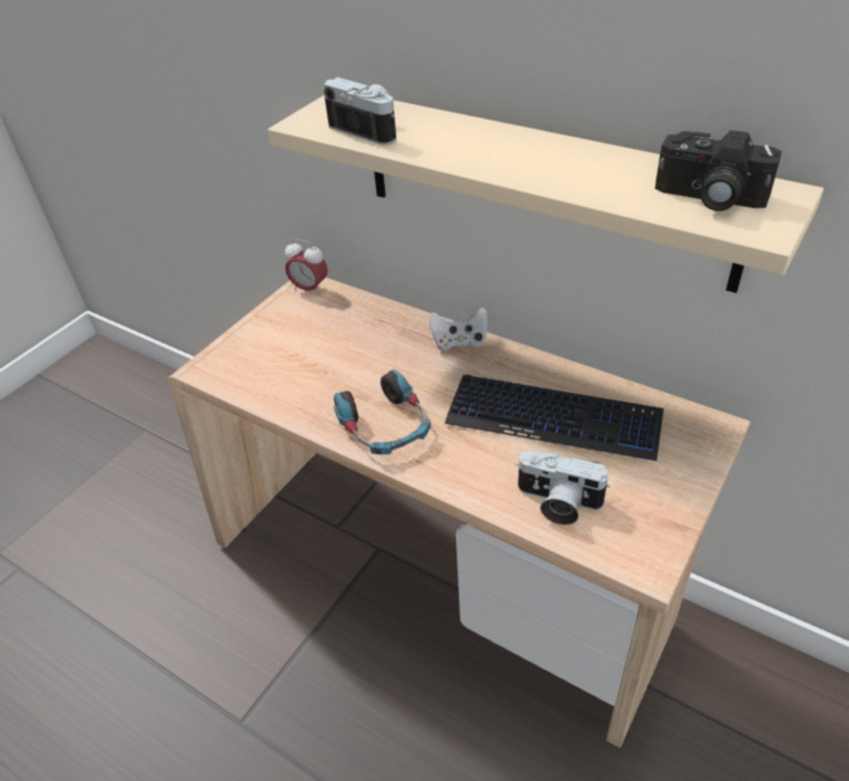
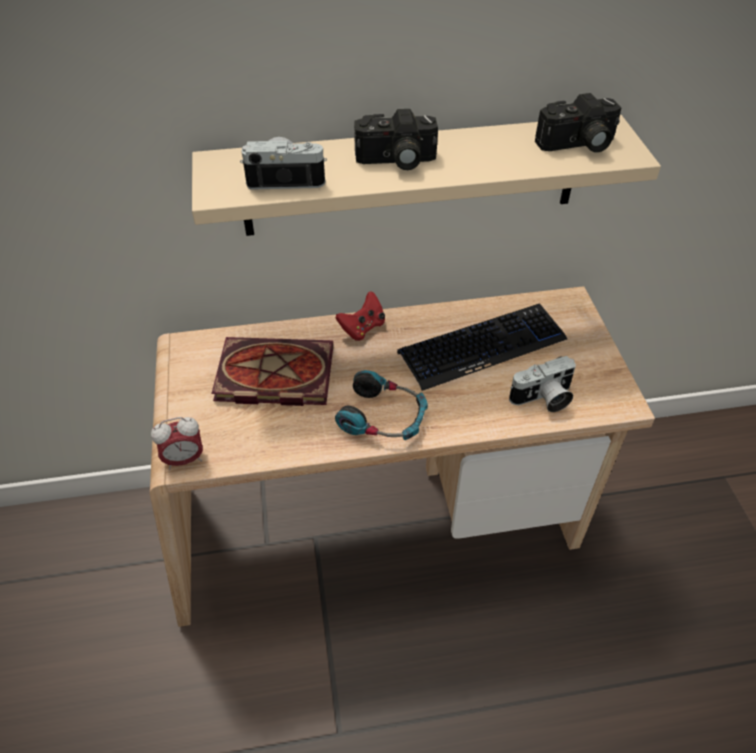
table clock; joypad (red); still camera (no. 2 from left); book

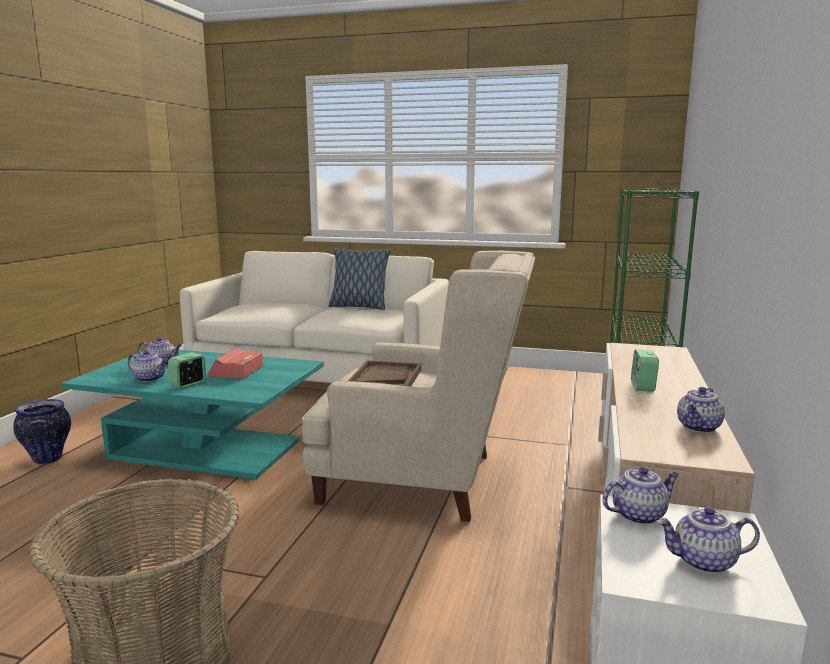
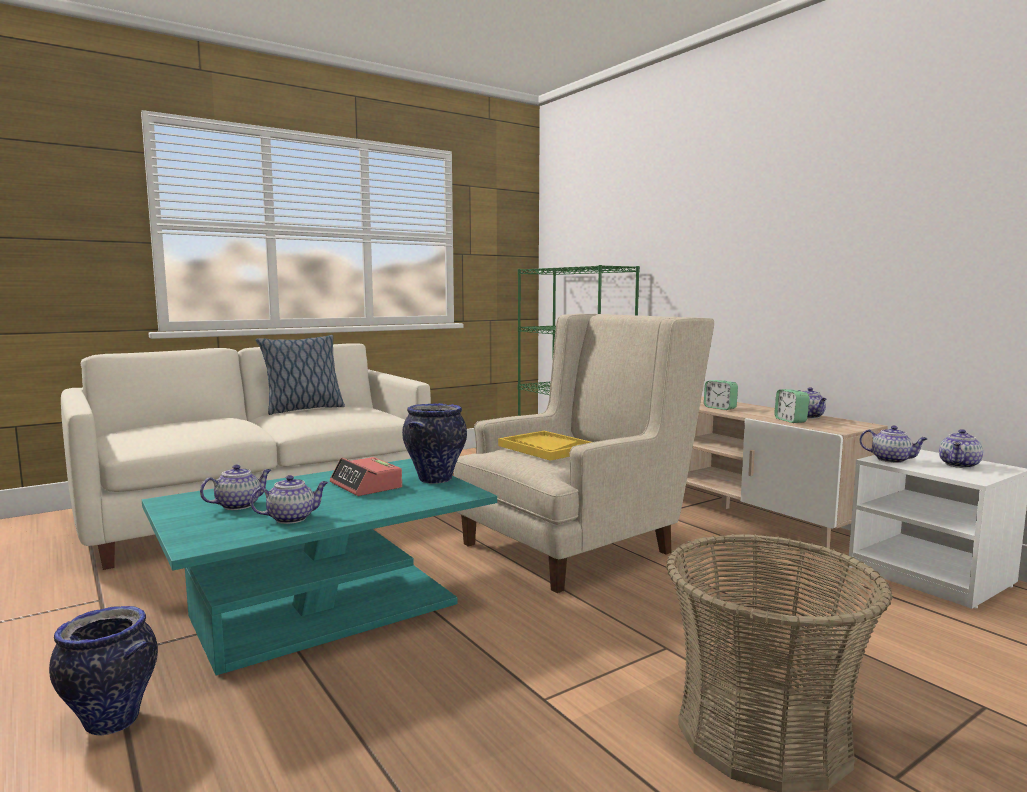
table clock (no. 3 from left); tray (yellow-coloured); tea pot (no. 4 from left); vase (no. 2 from left)

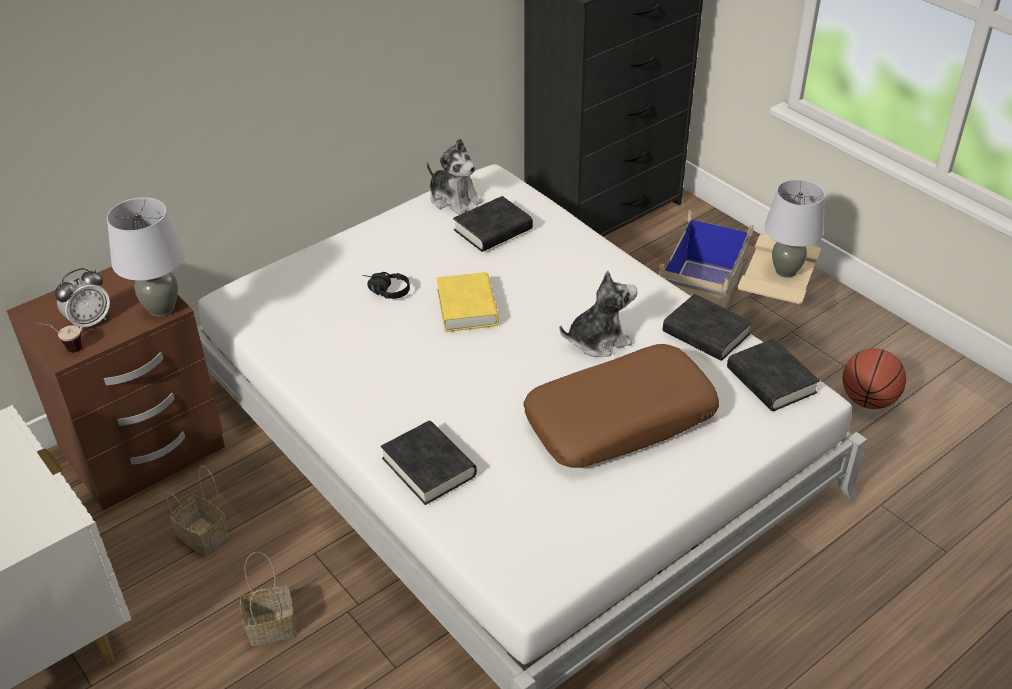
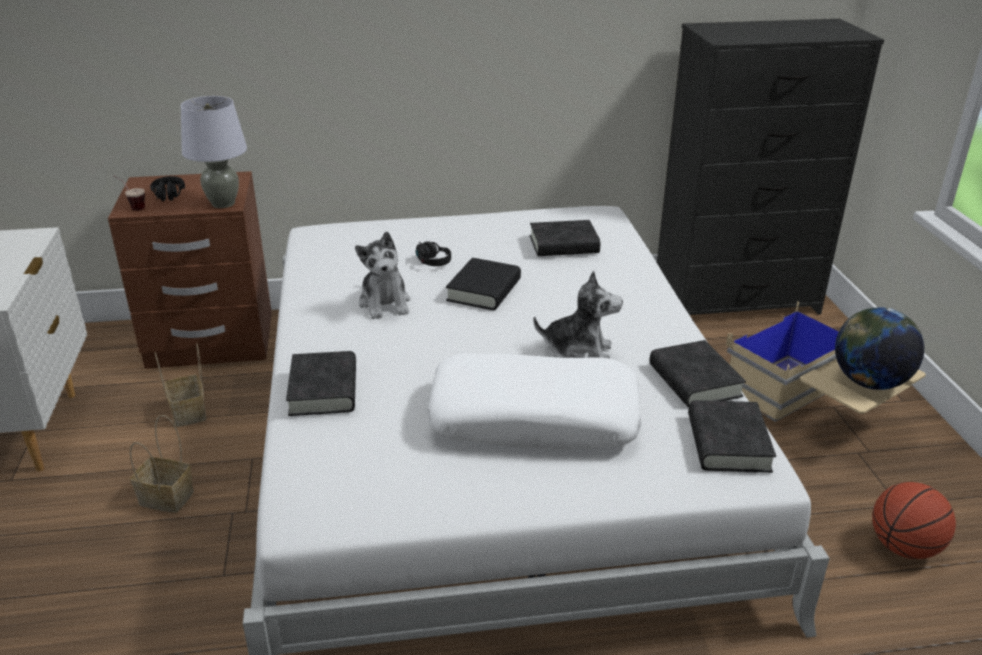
plush toy (no. 1 from left); desk globe; pair of headphones (black-coloured) (no. 1 from left); book (black-coloured) (no. 2 from left); pillow (whitish)

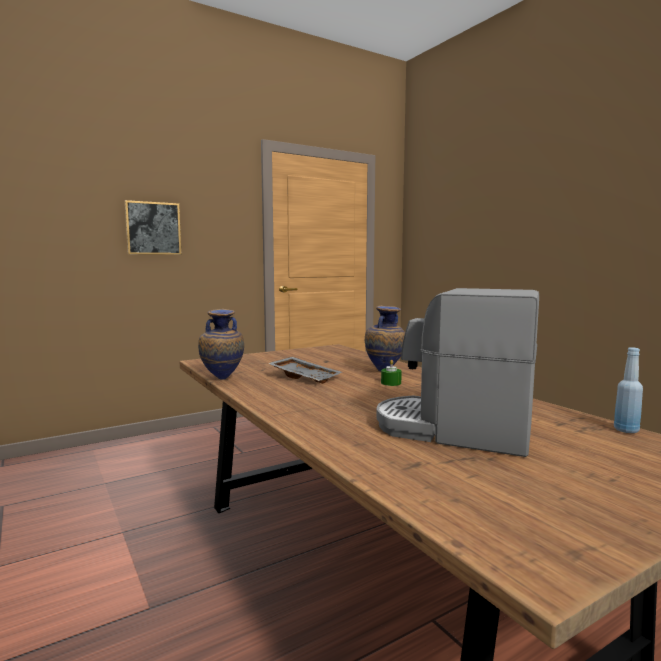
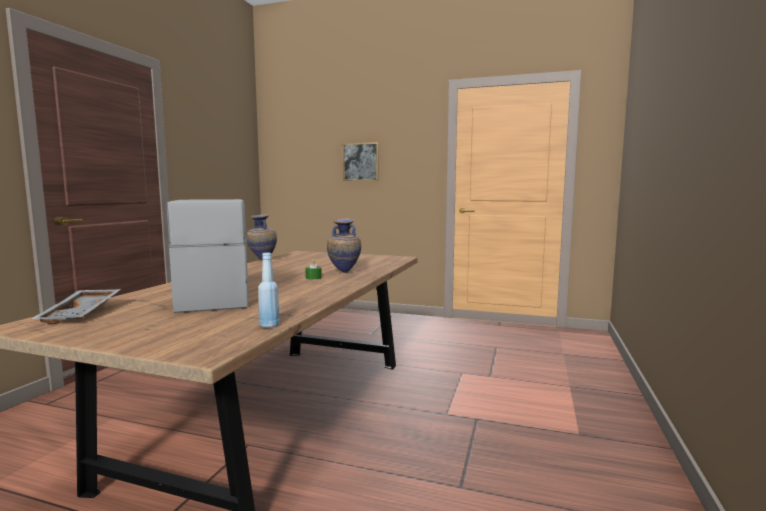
tray (greyish)

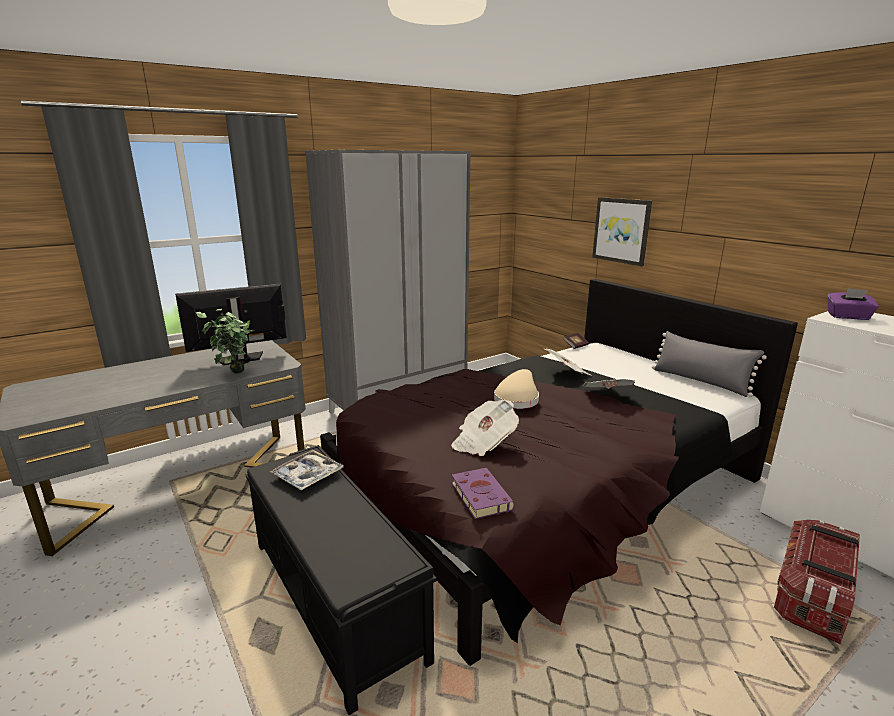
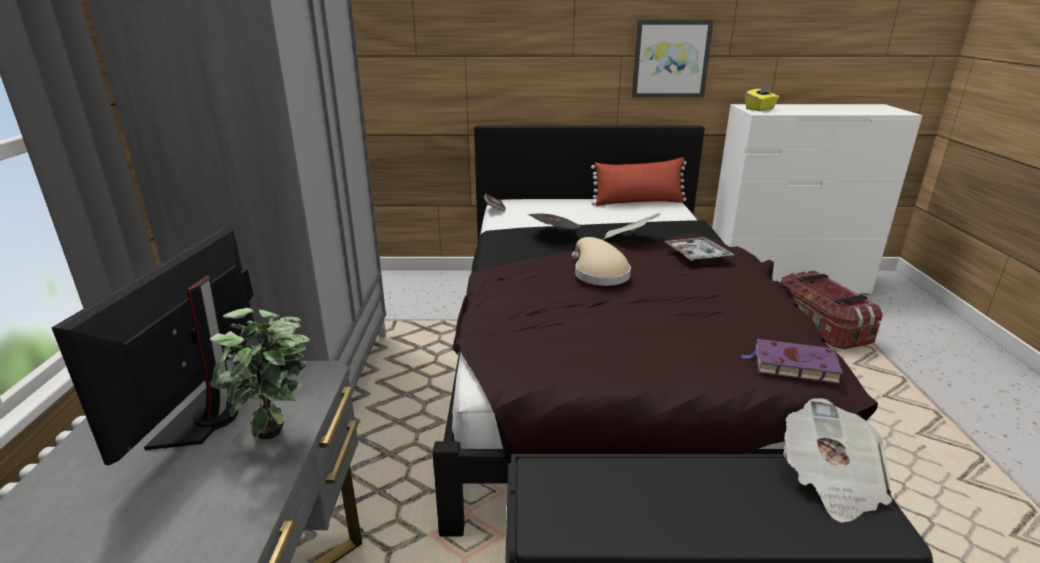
wall art; tissue box (yellow-coloured); pillow (red); newspaper (no. 3 from left); tray

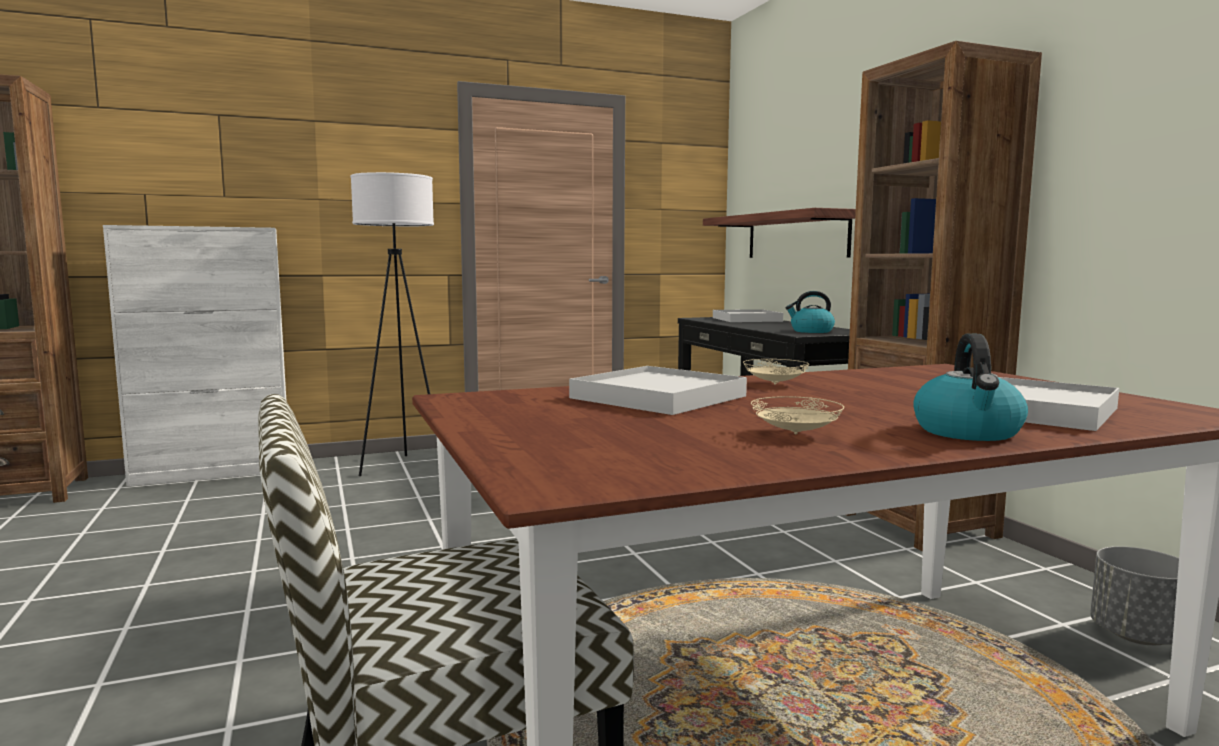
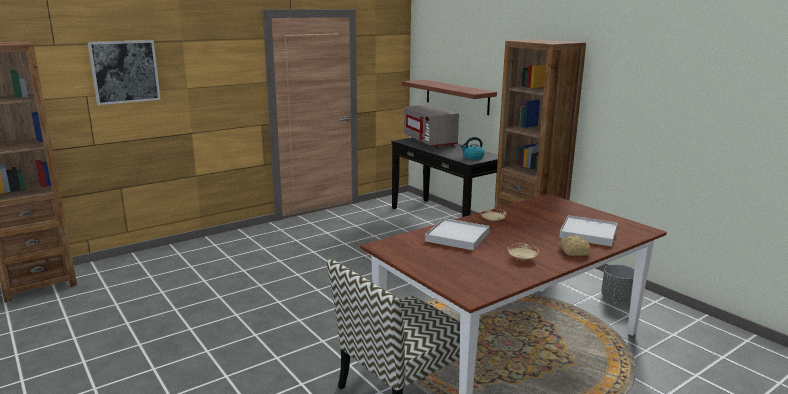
standing lamp (whitish); cupboard (whitish); microwave oven (greyish); baked bread; wall art

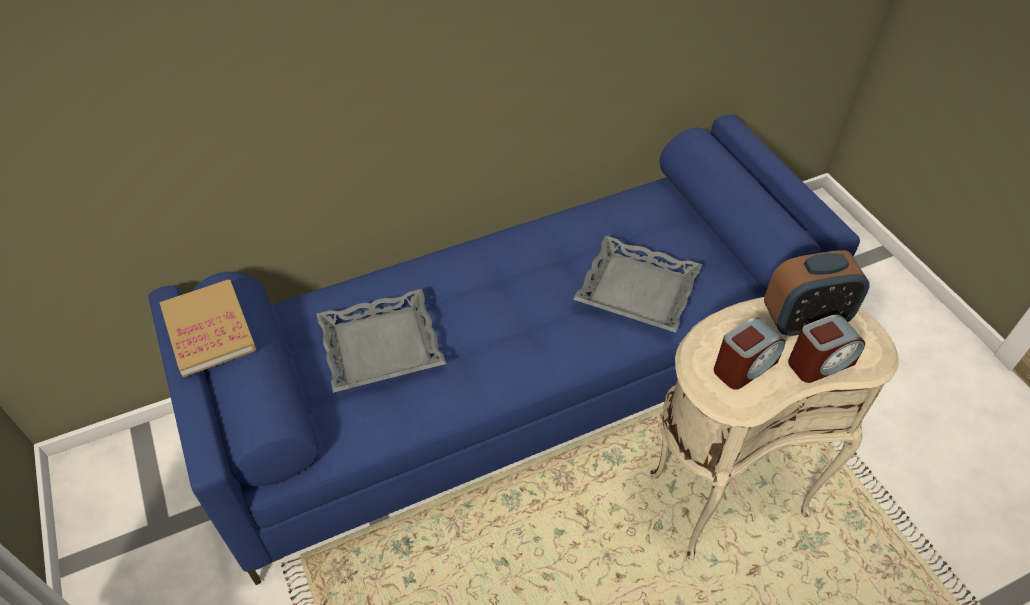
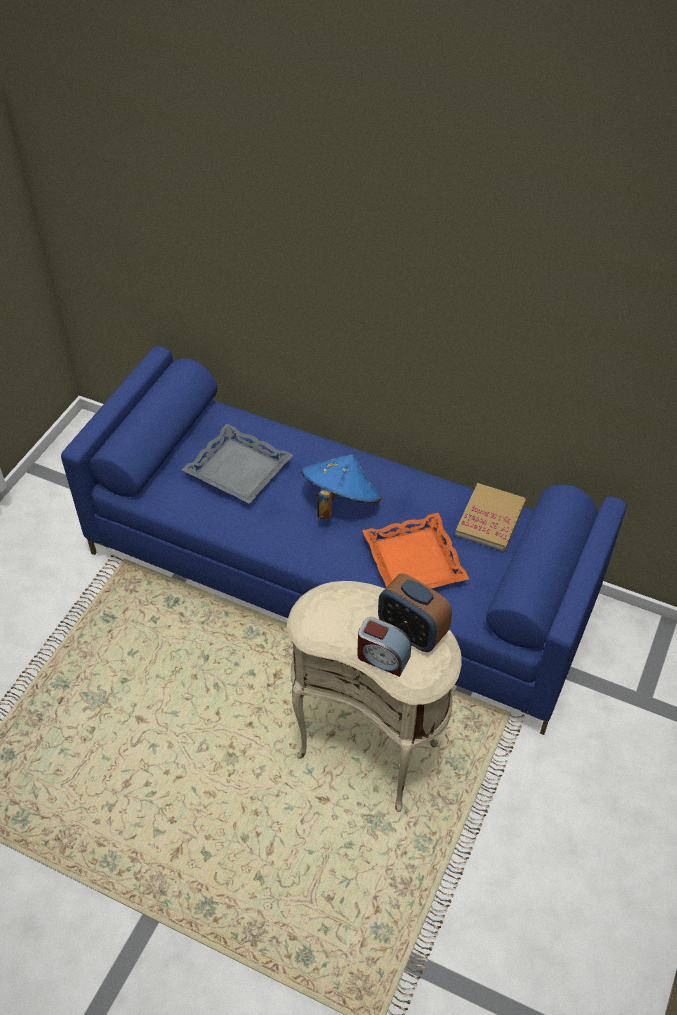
tray (orange-coloured); book; table clock (no. 1 from left in the first image); hat (blue)

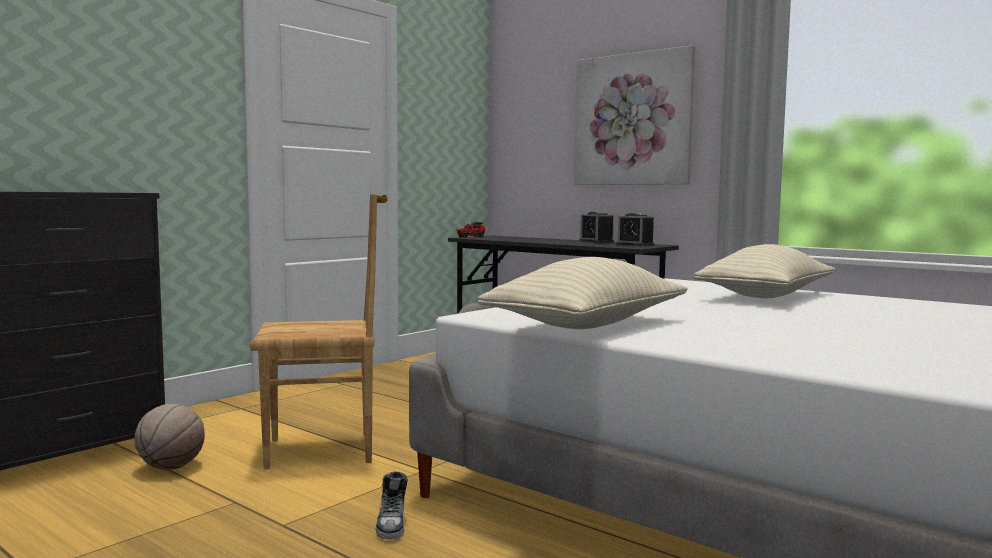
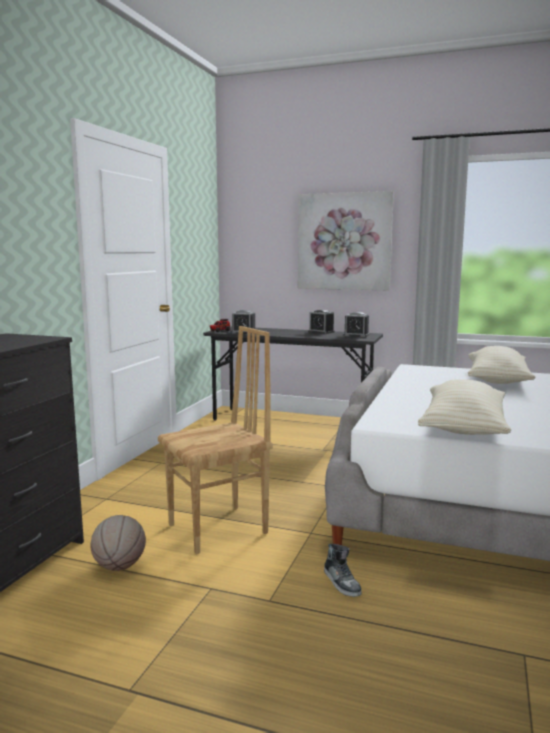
table clock (no. 1 from left)

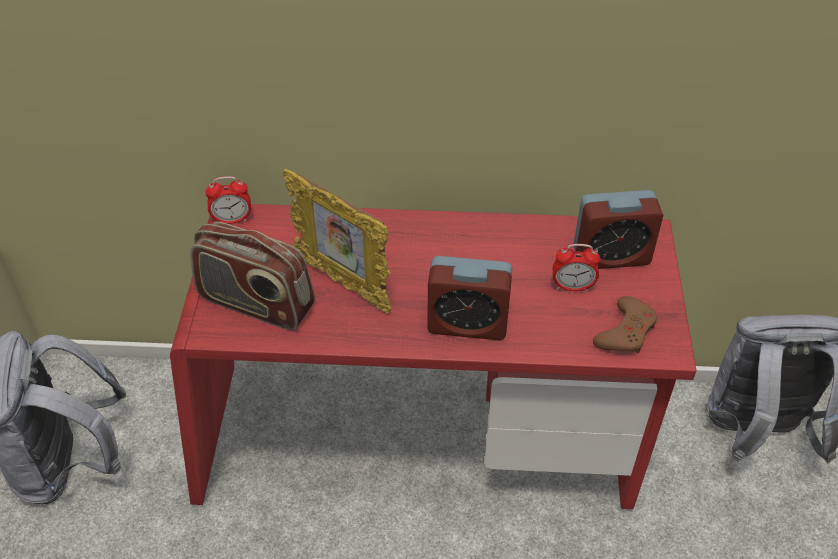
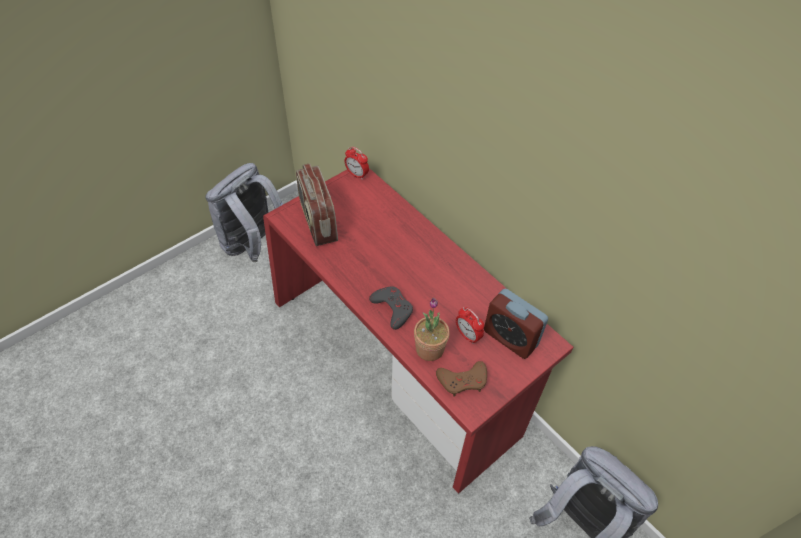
standing frame; joypad (greyish); potted plant

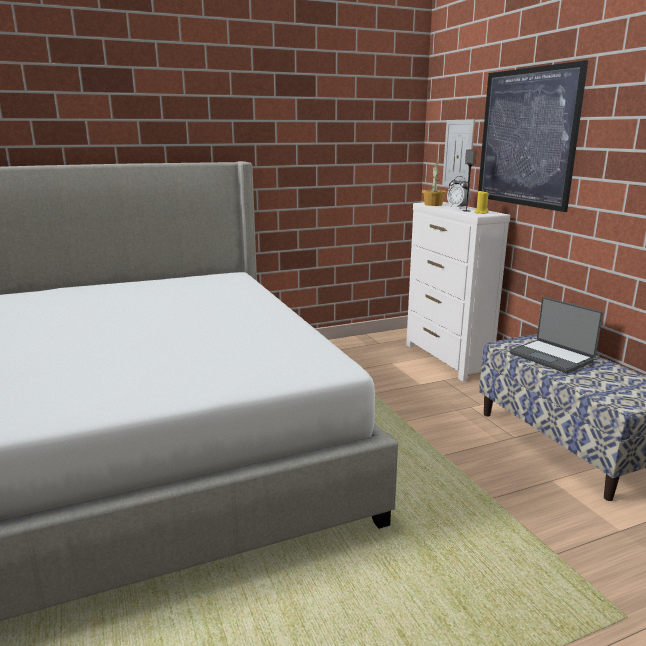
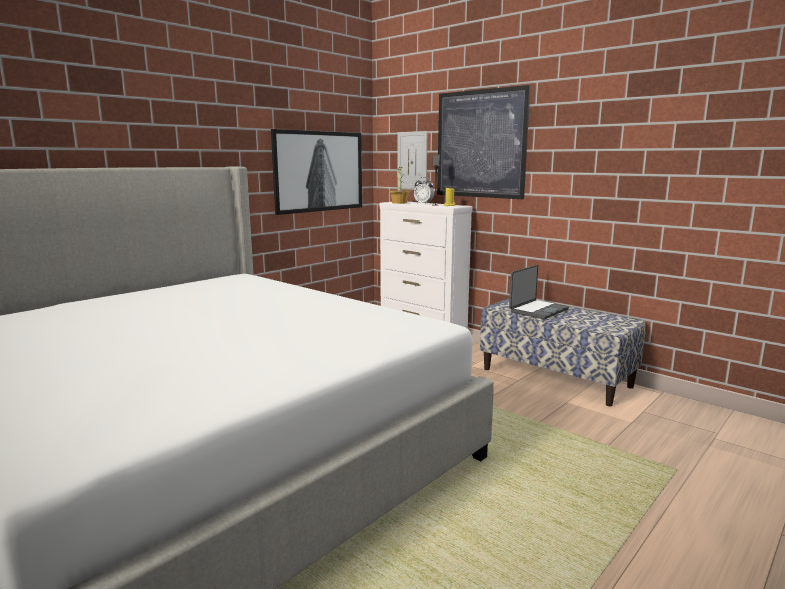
notebook computer; wall art (no. 1 from left)

